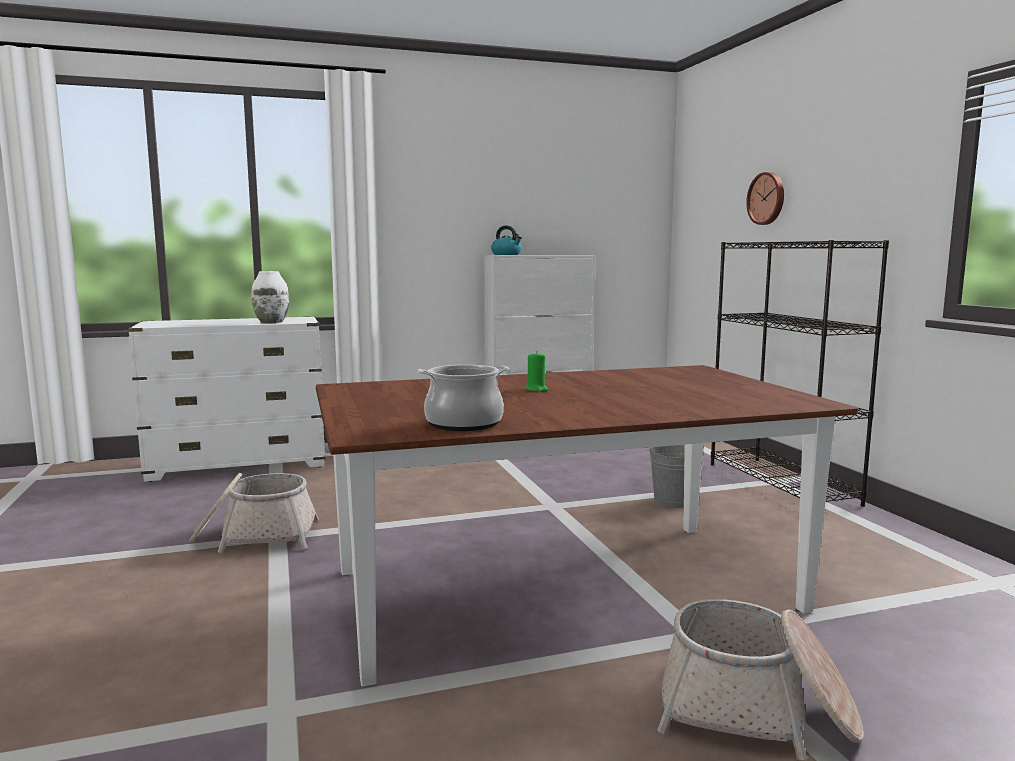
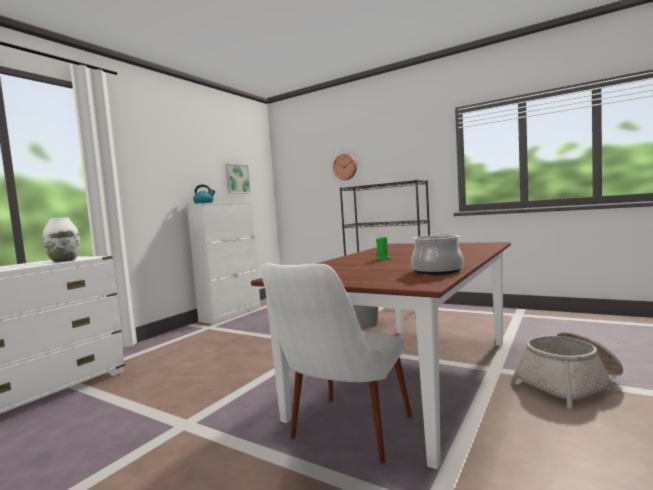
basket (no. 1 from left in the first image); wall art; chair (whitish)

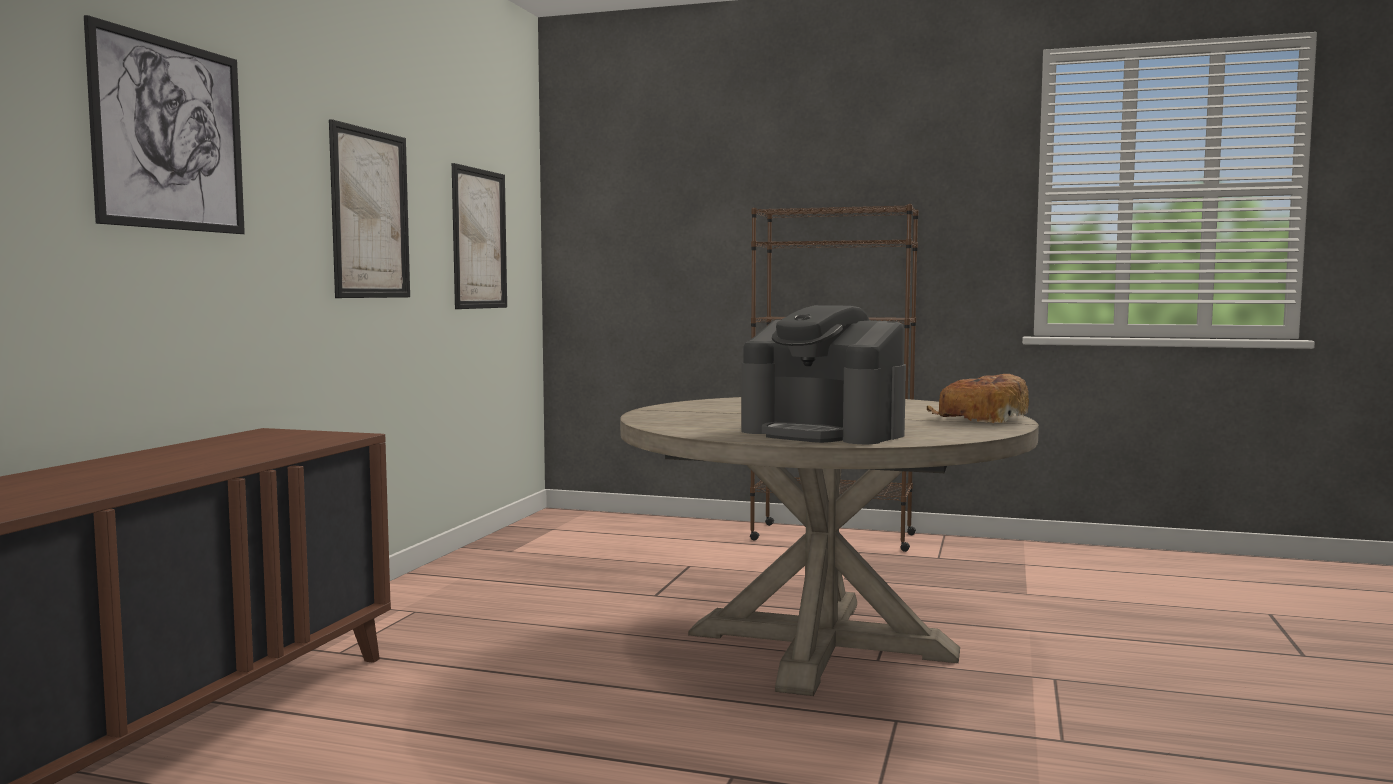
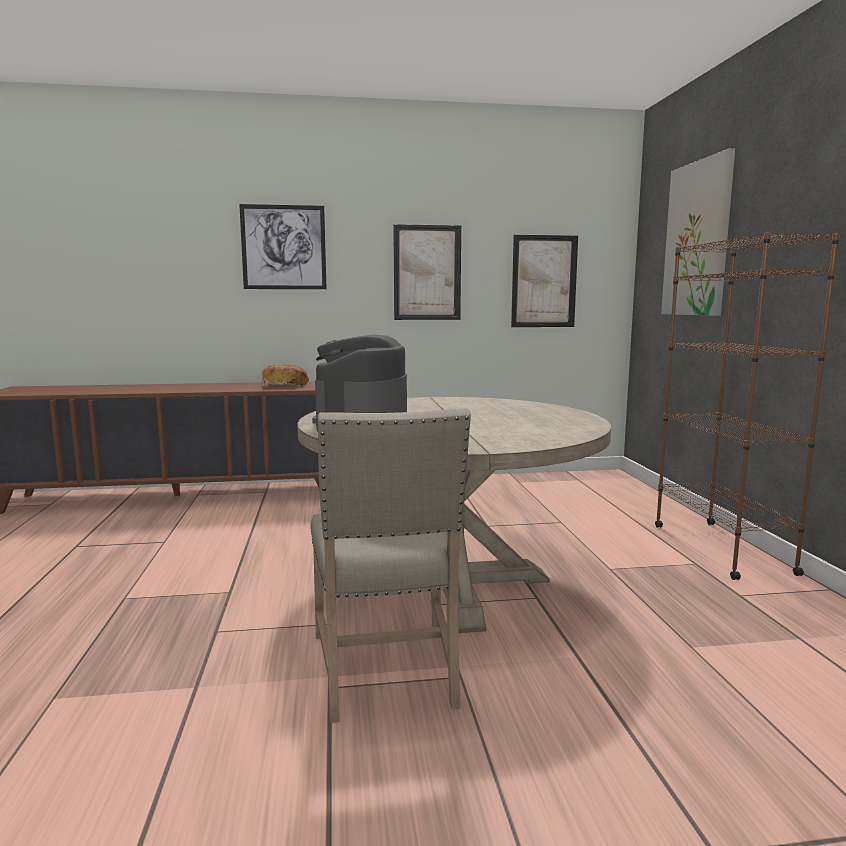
baked bread; wall art (no. 4 from left); chair (beige)

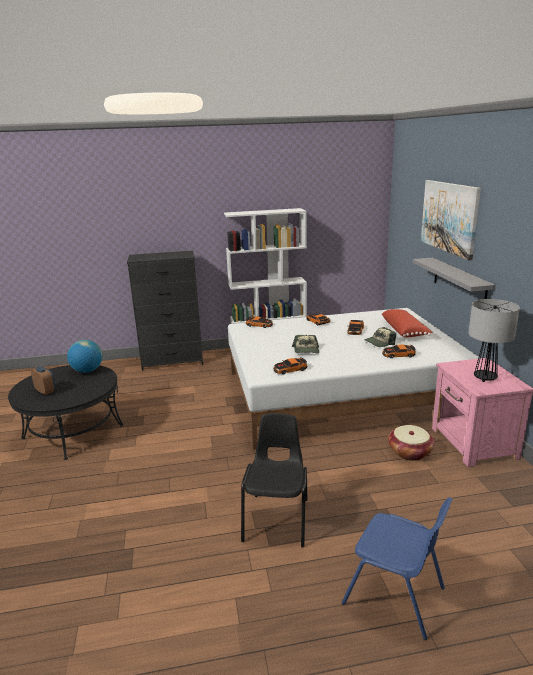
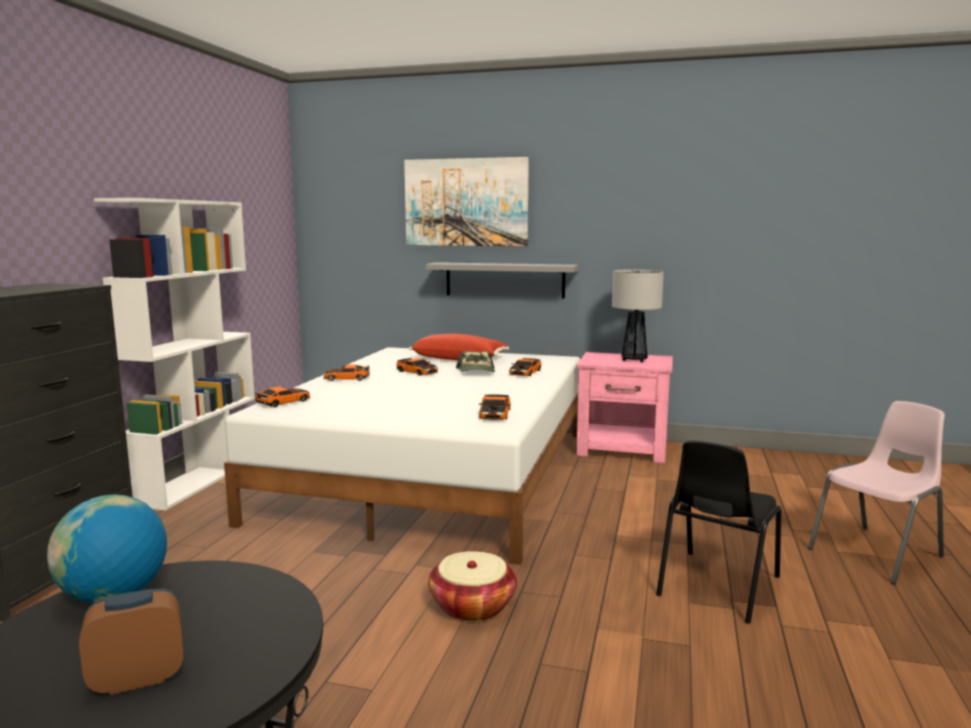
cap (no. 1 from left in the first image); chair (black-coloured); basket; chair (pinkish)

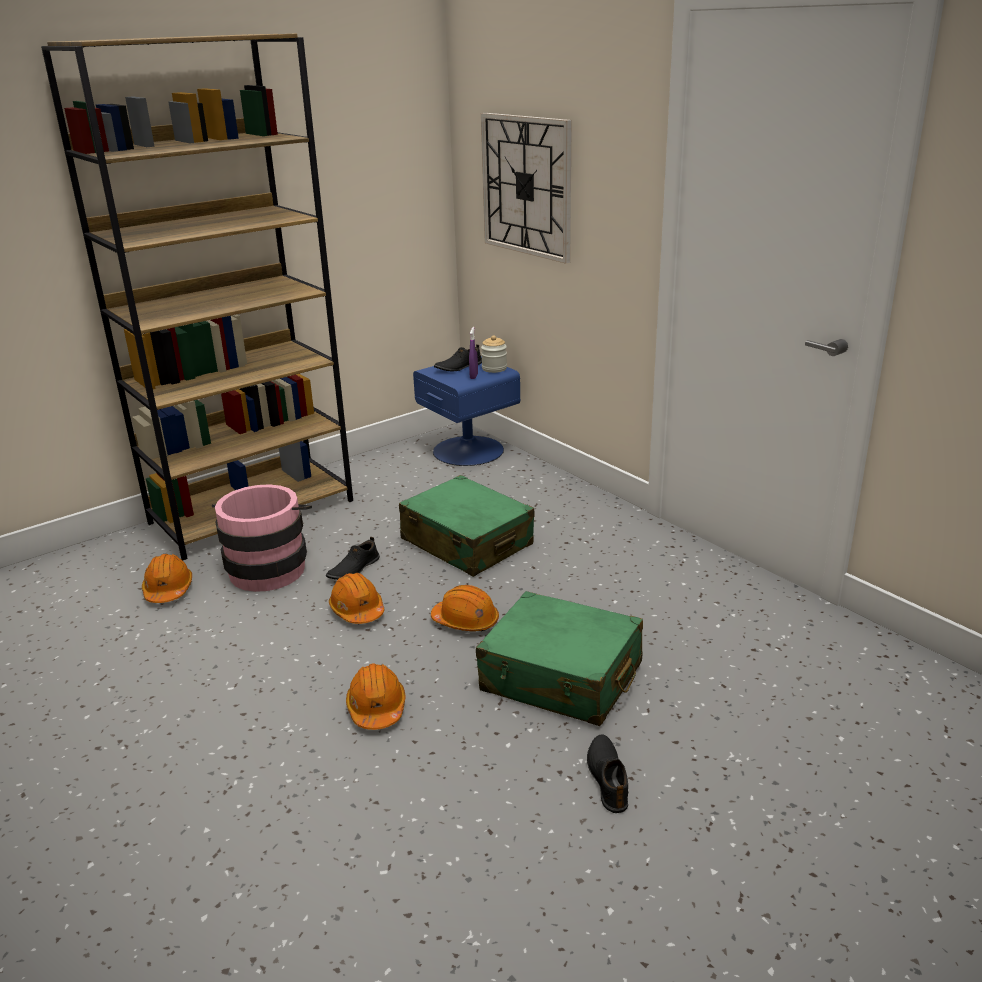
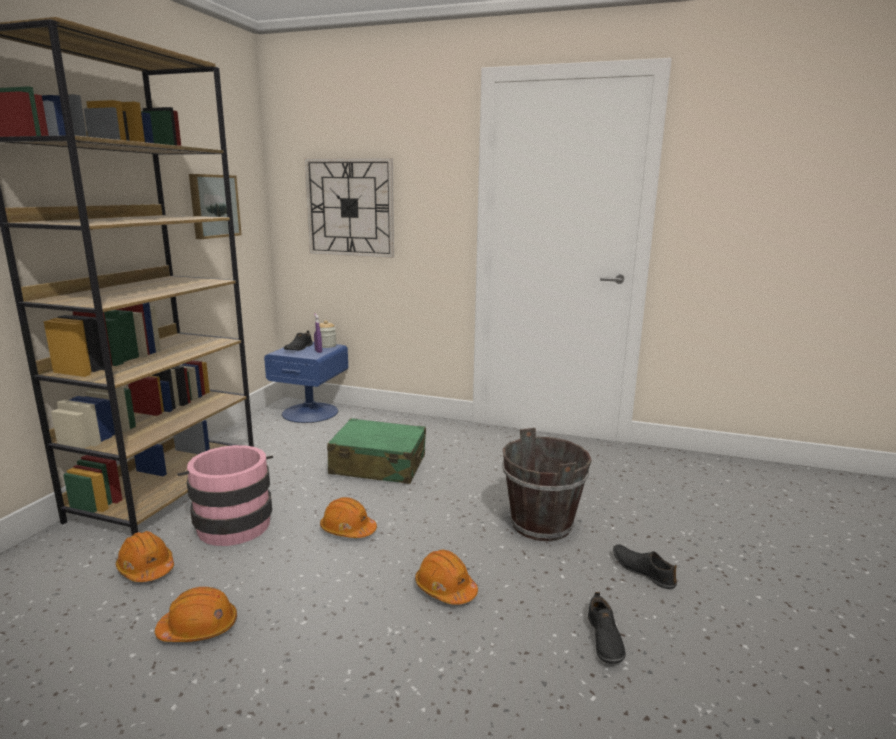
low shoe (black-coloured) (no. 2 from left); safety helmet (orange-coloured) (no. 2 from left); pail (brownish); wall art

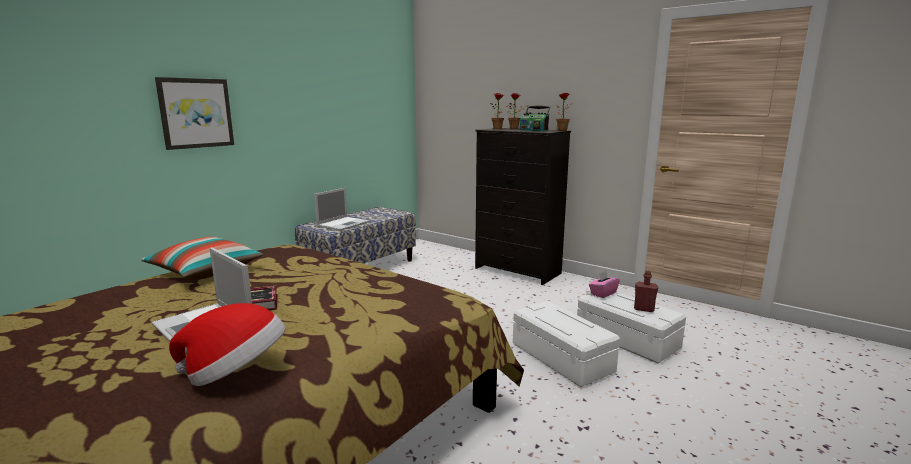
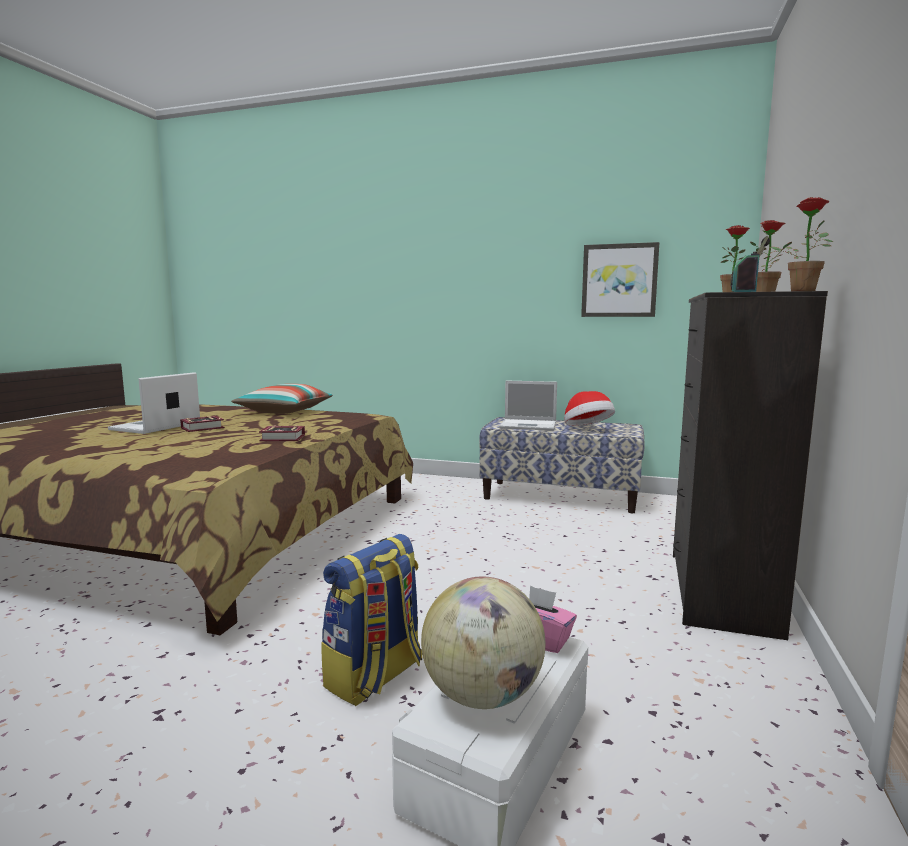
wall art; desk globe; rucksack; hat; book (no. 2 from left)

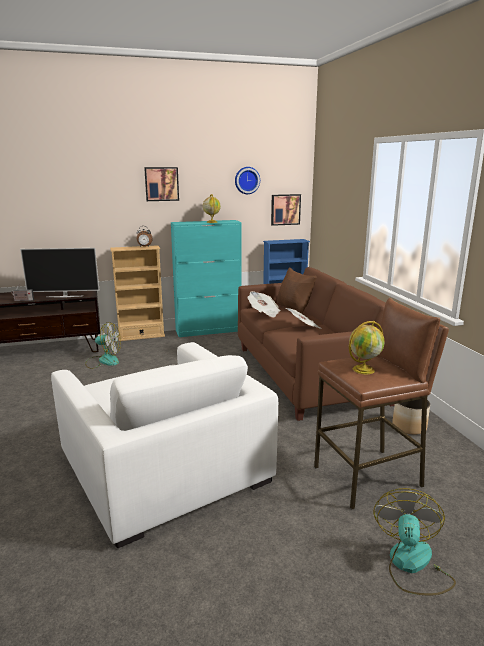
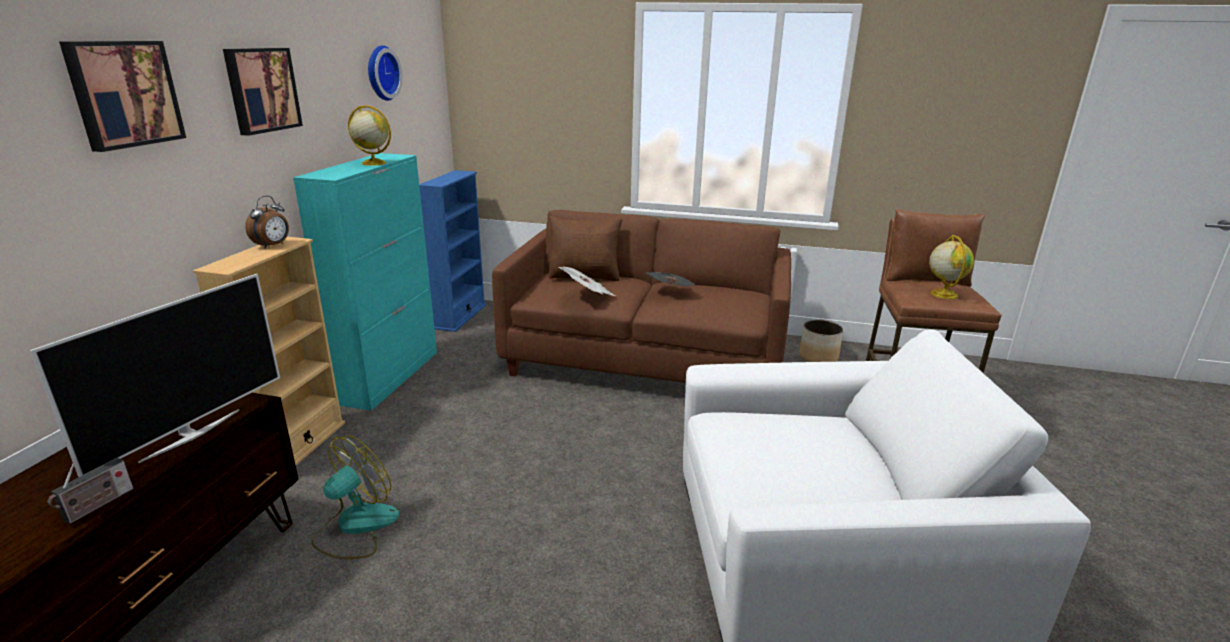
wall art (no. 1 from left); cooling fan (no. 2 from left in the first image)

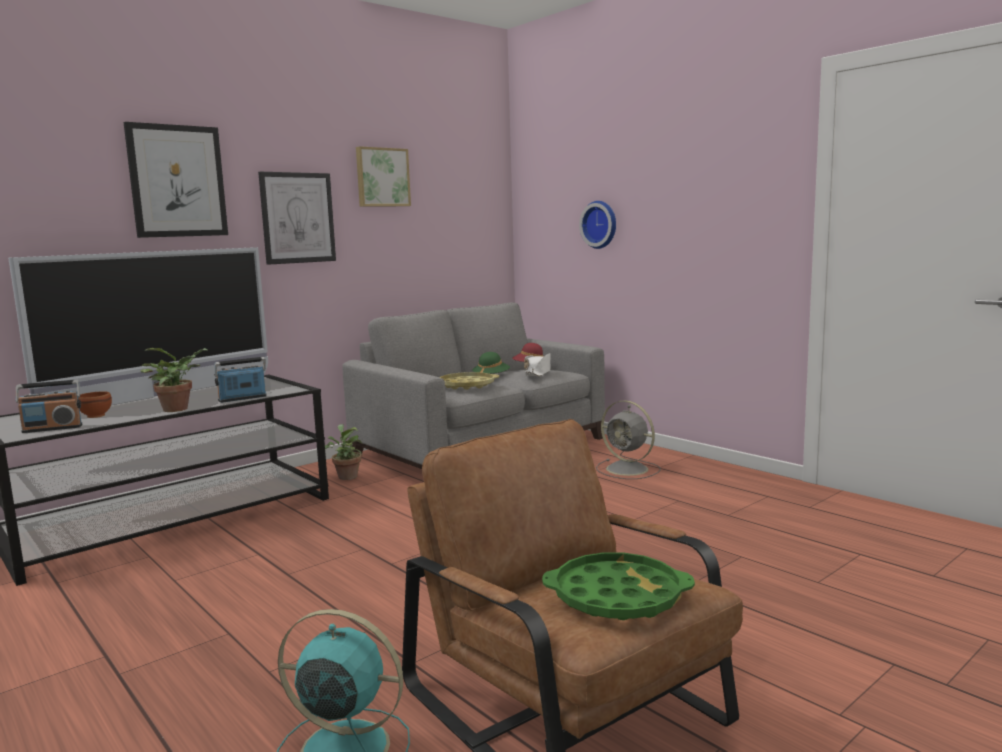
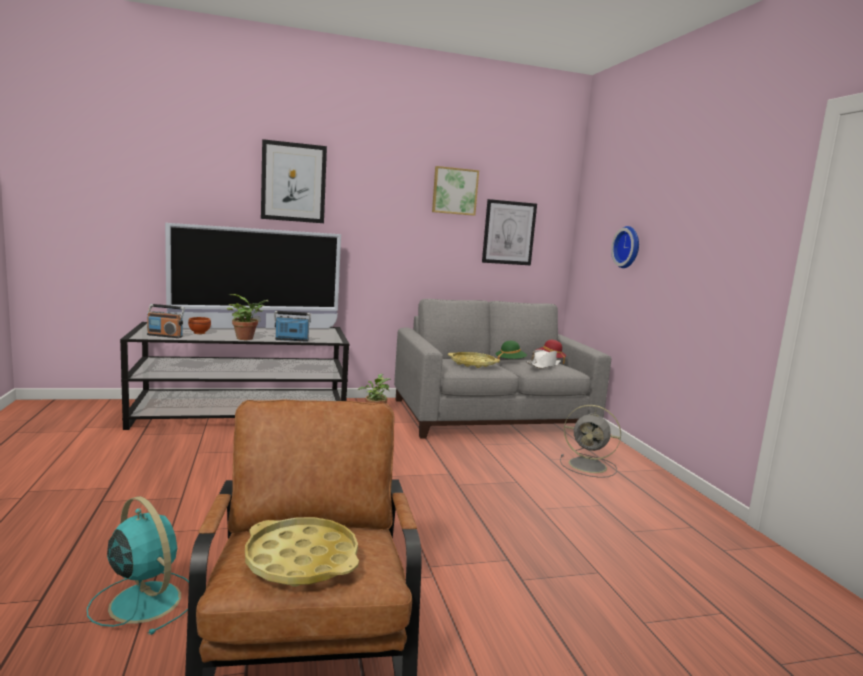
wall art (no. 3 from left); cooling fan (greyish); tray (yellow-coloured) (no. 1 from left)

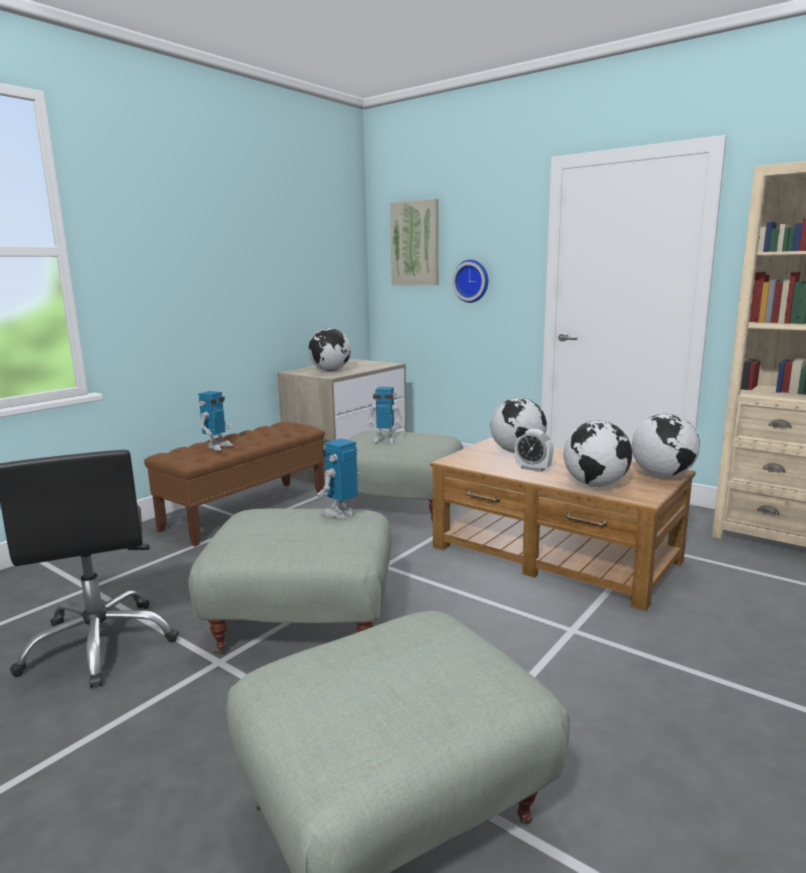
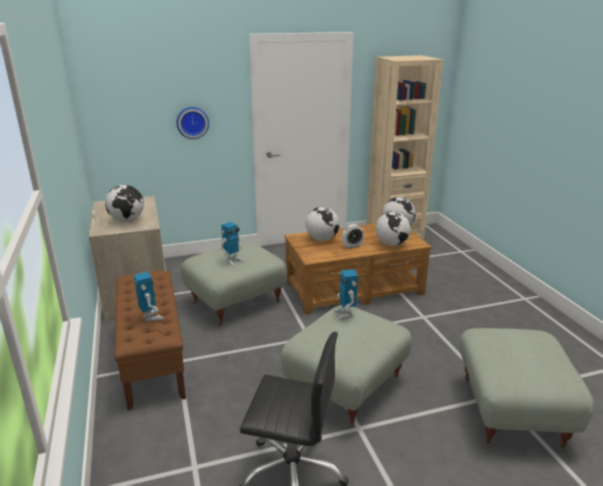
wall art

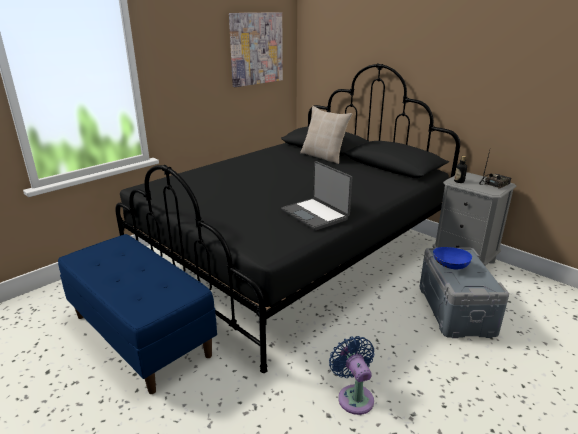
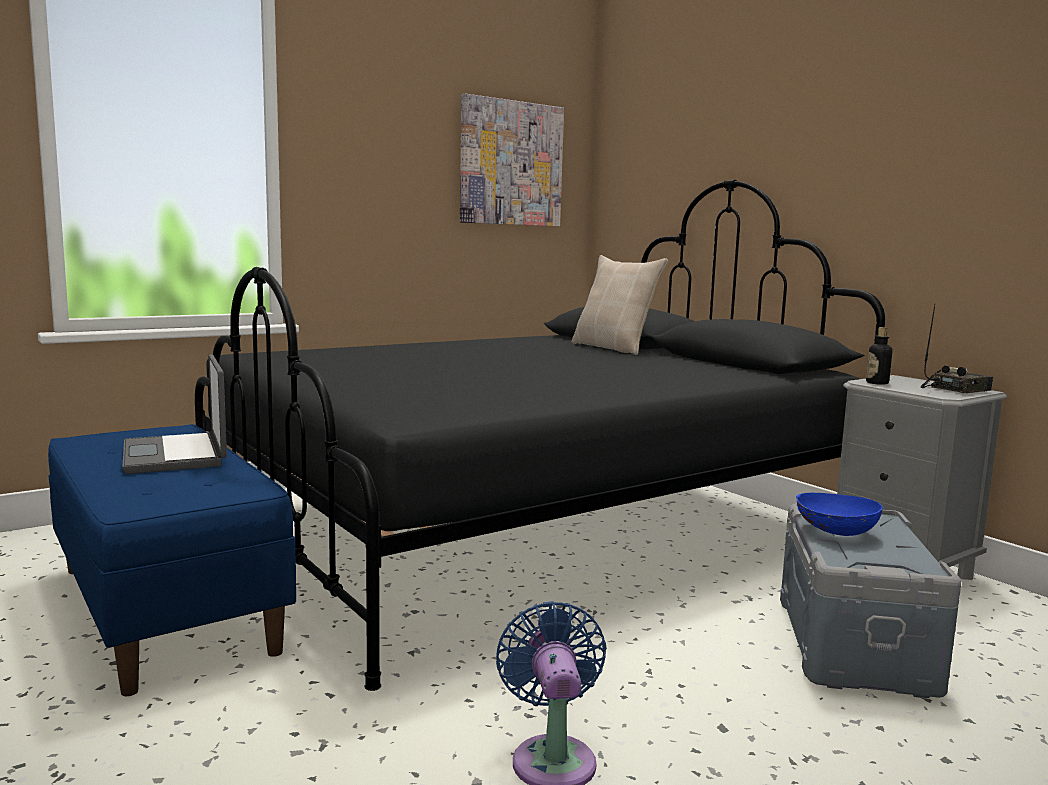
notebook computer

